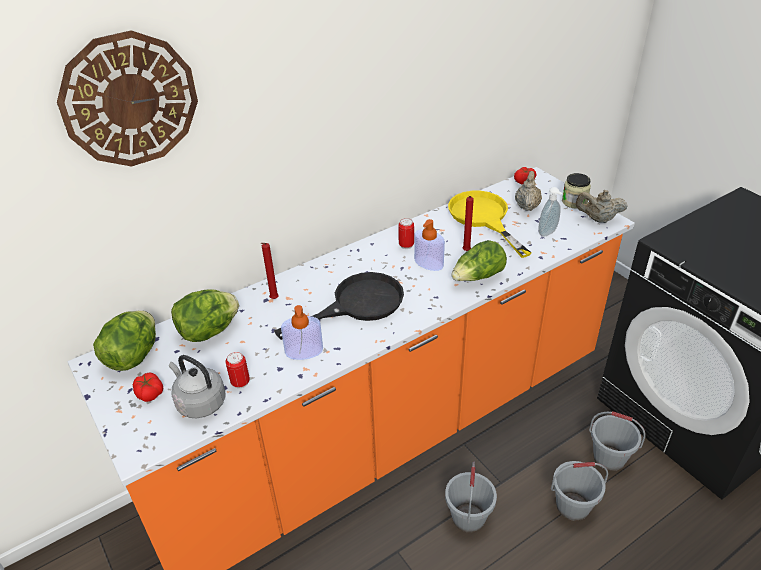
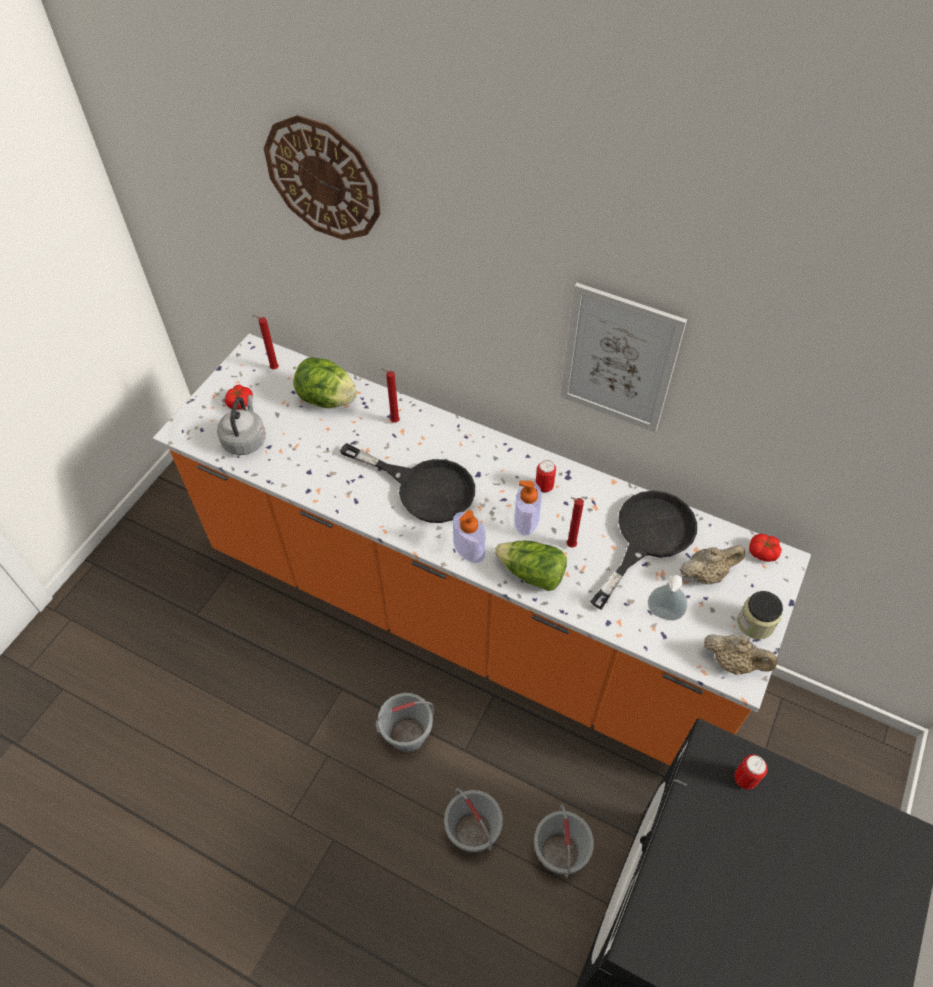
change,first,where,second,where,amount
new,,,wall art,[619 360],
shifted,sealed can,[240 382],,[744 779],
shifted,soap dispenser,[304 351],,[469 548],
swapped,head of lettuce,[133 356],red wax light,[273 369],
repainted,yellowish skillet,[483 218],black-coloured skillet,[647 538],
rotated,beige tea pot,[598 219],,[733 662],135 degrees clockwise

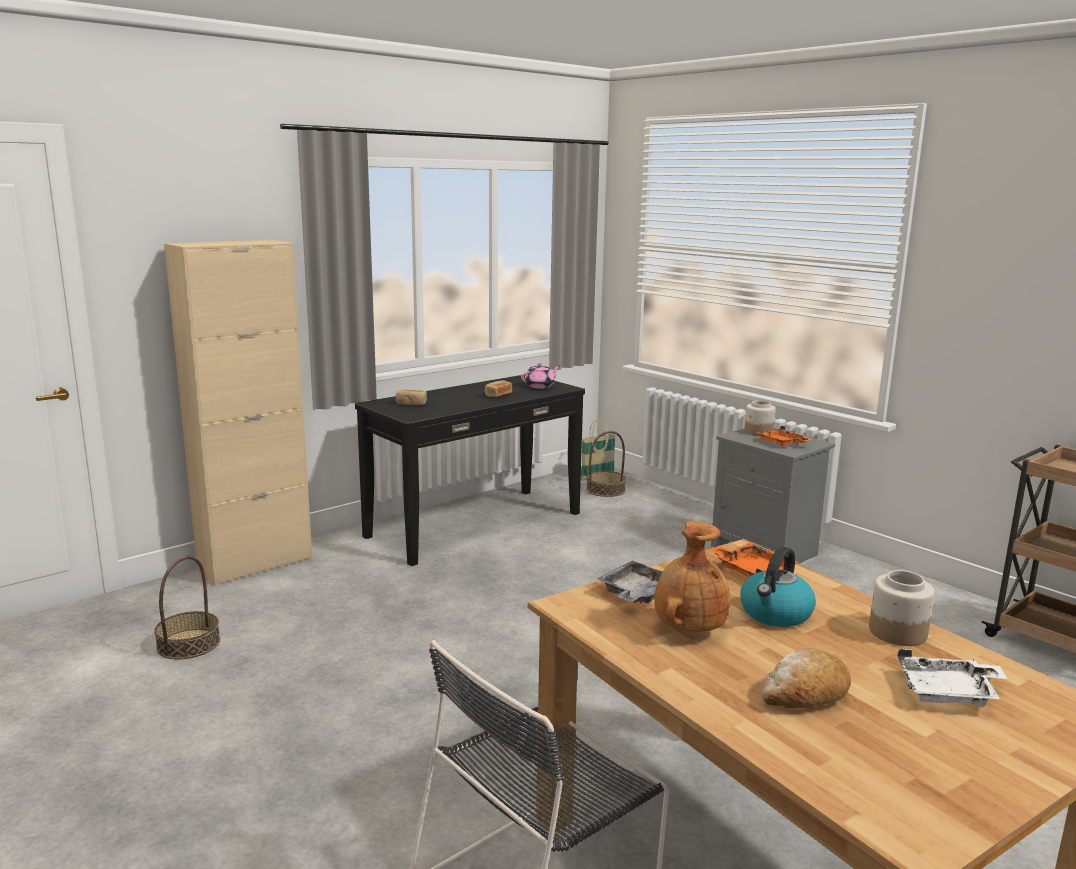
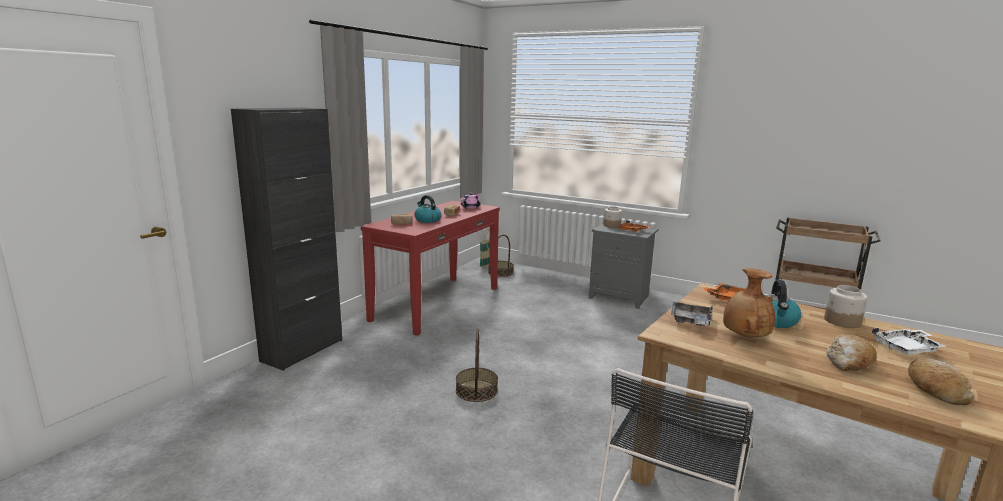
change,first,where,second,where,amount
new,,,water kettle,[427 220],
new,,,baked bread,[935 389],
shifted,household basket,[188 644],,[476 390],
repainted,beige storage cabinet,[255 564],black-coloured storage cabinet,[302 350],
repainted,black-coloured console table,[474 524],red console table,[436 303],

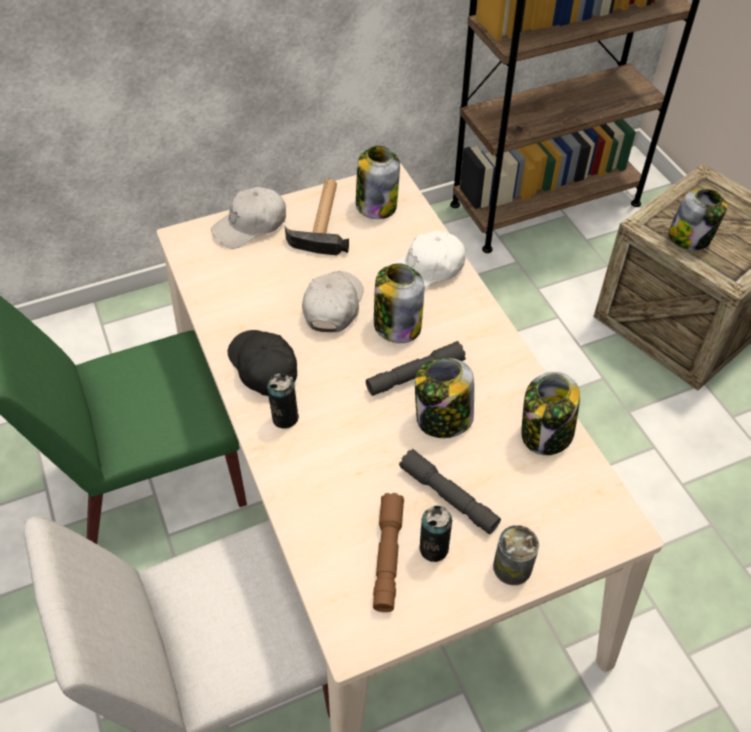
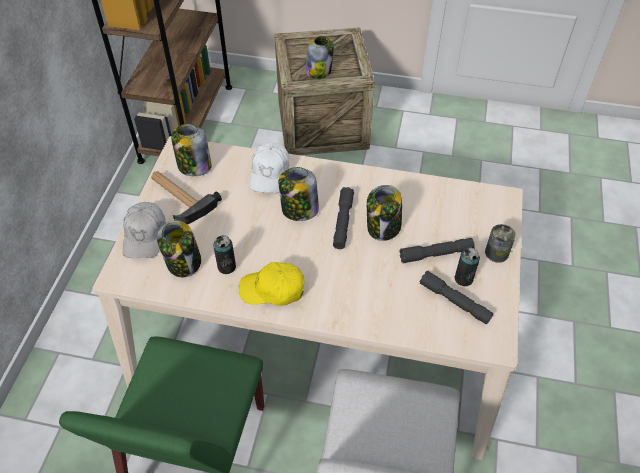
change,first,where,second,where,amount
gone,white-coloured peaked cap,[333 306],,,
shifted,sealed can,[285 418],,[226 267],
shifted,jar,[546 434],,[184 262],
repainted,black-coloured peaked cap,[263 366],yellowish peaked cap,[273 290],
repainted,brown flashlight,[388 556],grey flashlight,[454 301],

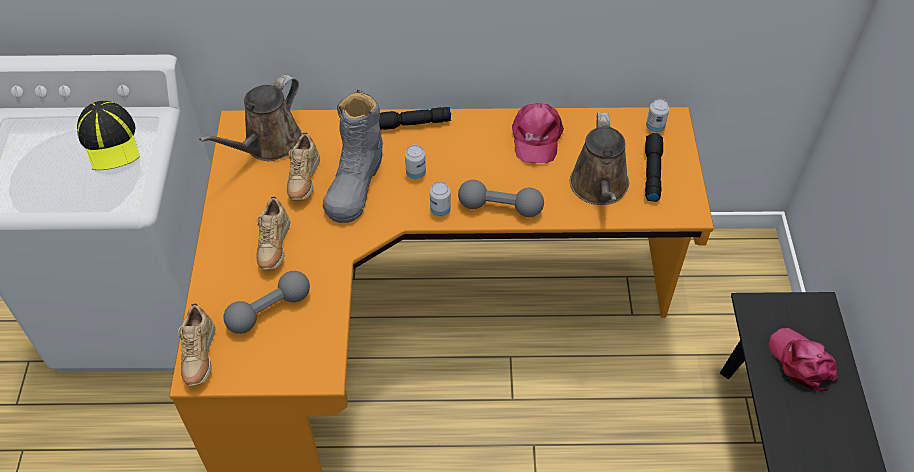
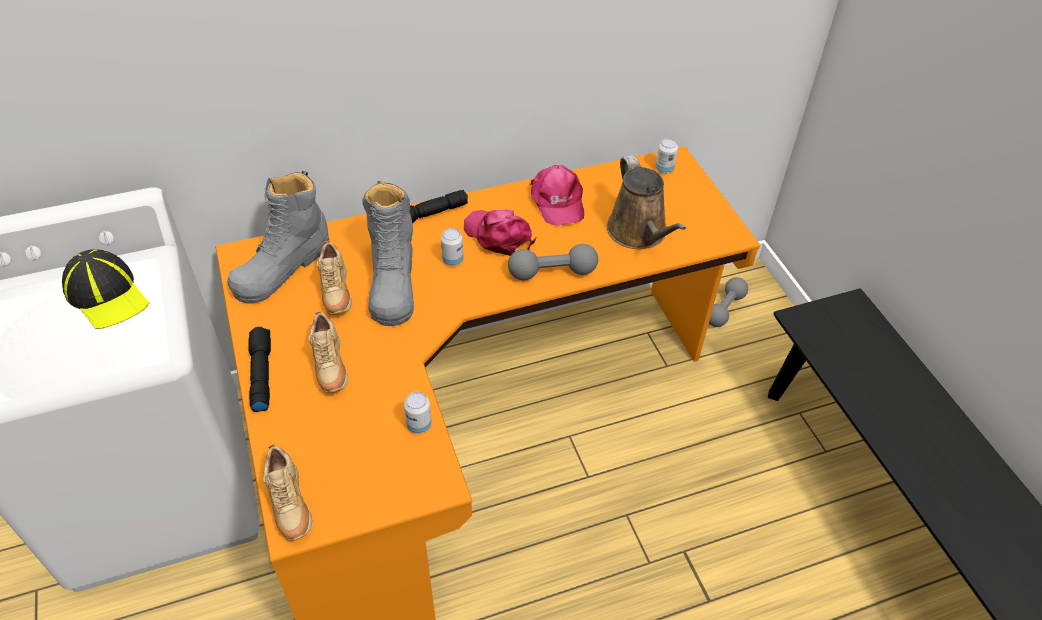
change,first,where,second,where,amount
shifted,grey free weight,[269 310],,[724 309],
shifted,sealed can,[440 210],,[419 425],
shifted,black-coloured flashlight,[651 171],,[260 374],
shifted,pink peaked cap,[802 362],,[499 236],
swapped,brown sprinkling can,[269 144],grey tall boot,[283 267],

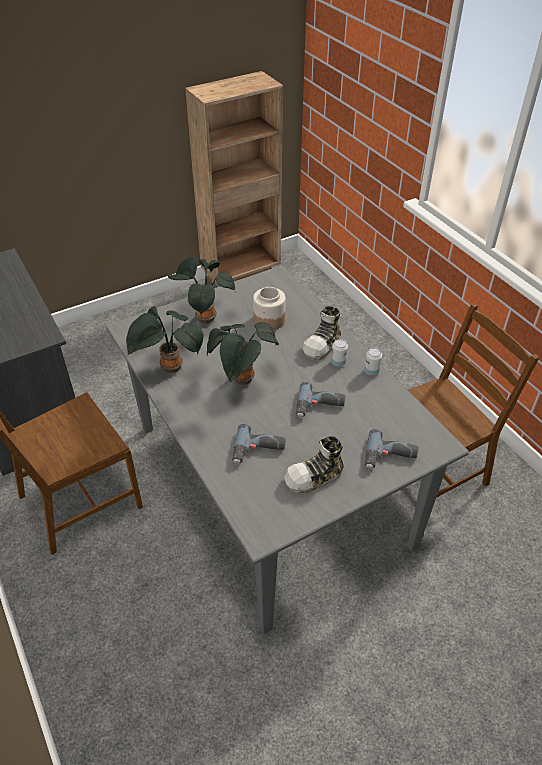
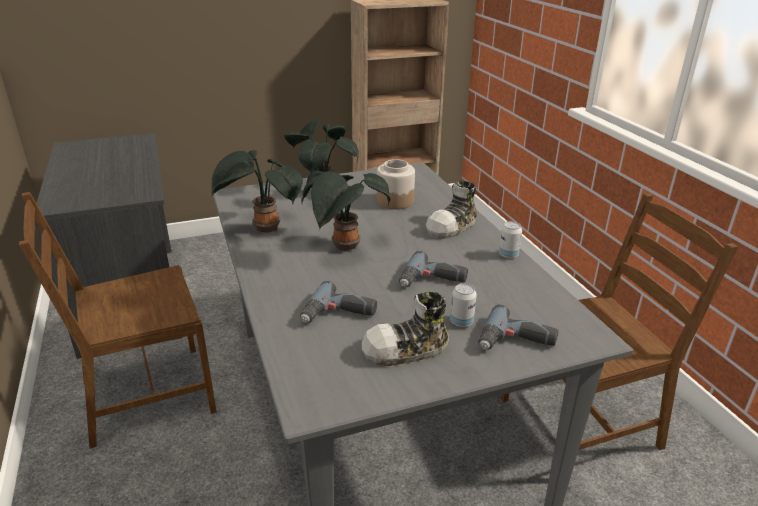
change,first,where,second,where,amount
shifted,sealed can,[338 362],,[461 322],

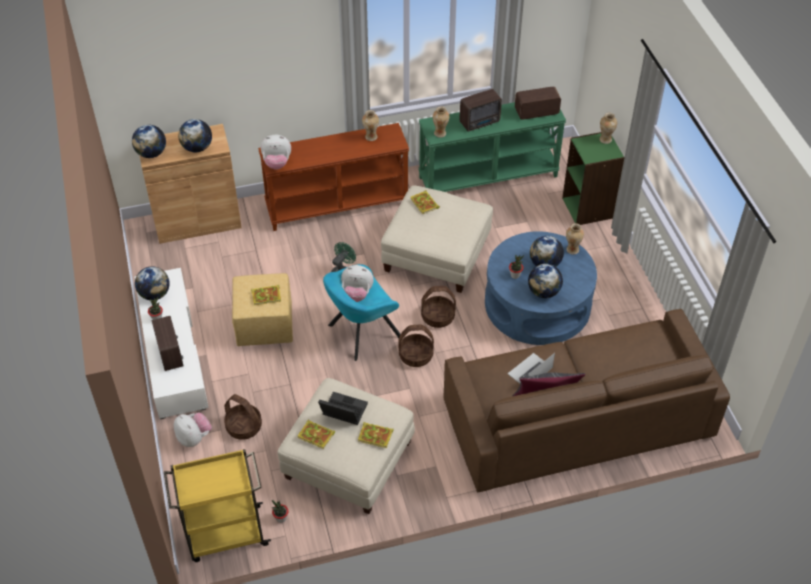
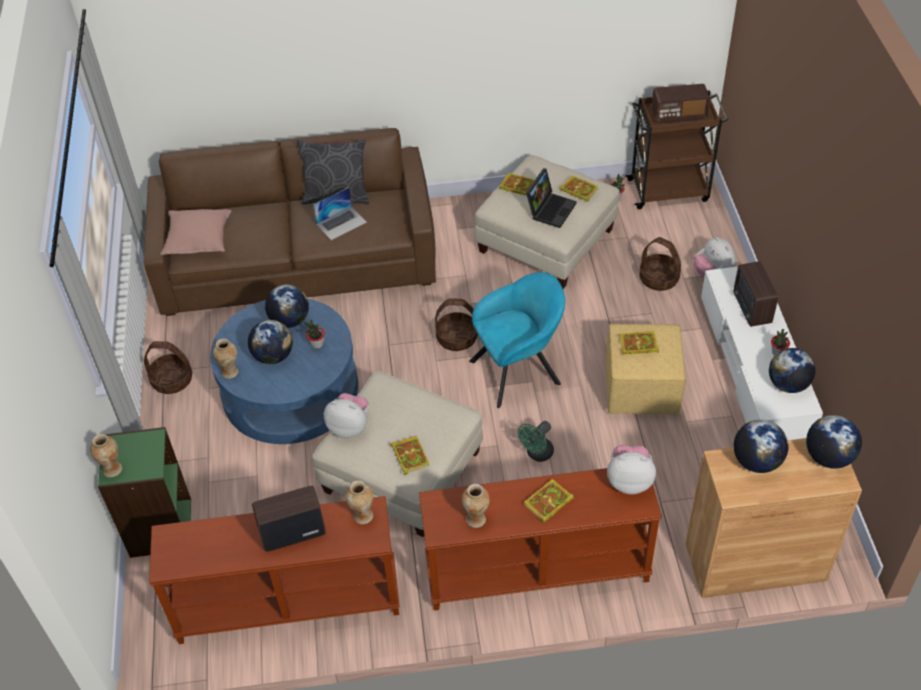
change,first,where,second,where,amount
new,,,pink pillow,[198 240],
new,,,book,[548 503],
shifted,soft toy,[357 294],,[349 427],
shifted,household basket,[438 316],,[172 380],
shifted,radio receiver,[536 112],,[679 115],
repainted,yellowish trolley,[225 534],brown trolley,[669 190],
repainted,green console table,[488 176],brown console table,[287 604],
rotated,notebook computer,[342 412],,[550 209],90 degrees counterclockwise

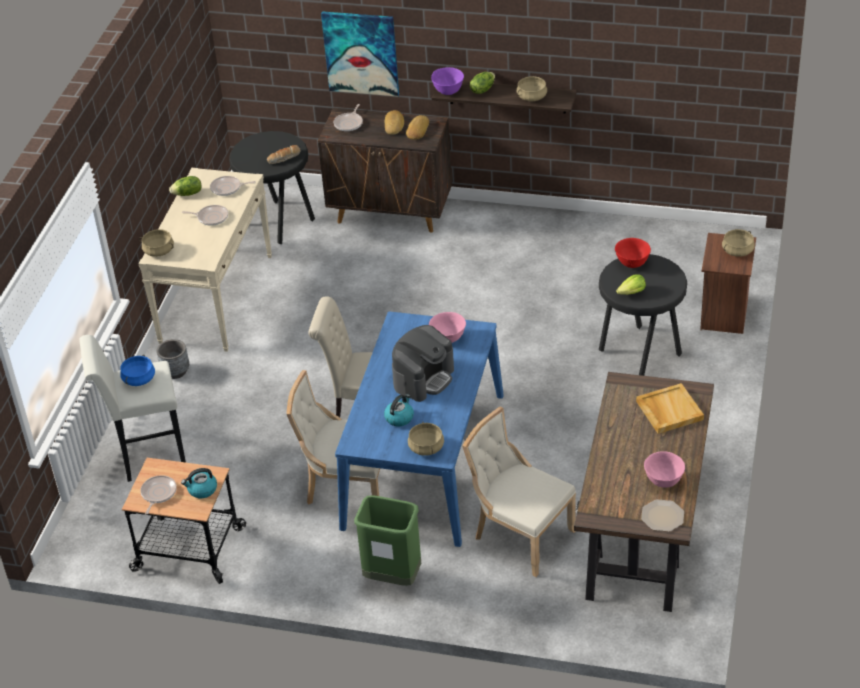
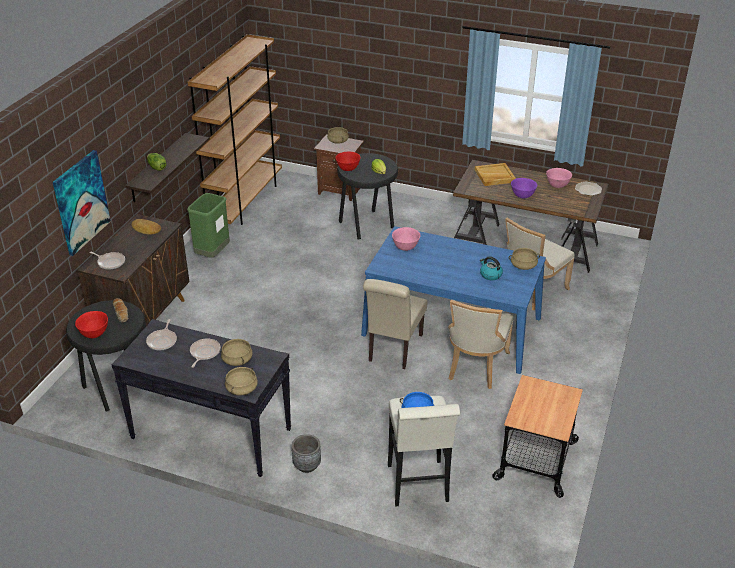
change,first,where,second,where,amount
gone,skillet,[158 494],,,
gone,head of lettuce,[188 194],,,
gone,water kettle,[202 490],,,
gone,baked bread,[394 125],,,
gone,coffee maker,[423 378],,,
new,,,red deep dish,[94 334],
new,,,brown bookshelf,[245 201],
shifted,green rubbish bin,[393 577],,[212 254],
shifted,purple deep dish,[448 91],,[522 196],
shifted,beige cooking pot,[531 97],,[237 360],
repainted,beige console table,[216 298],black-coloured console table,[210 433],

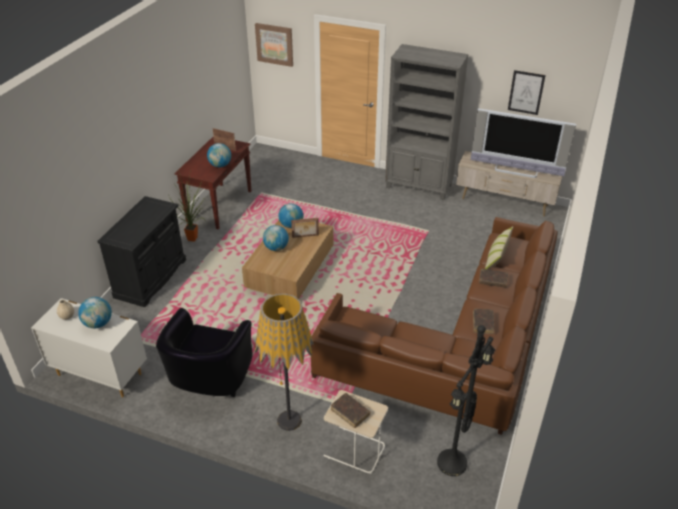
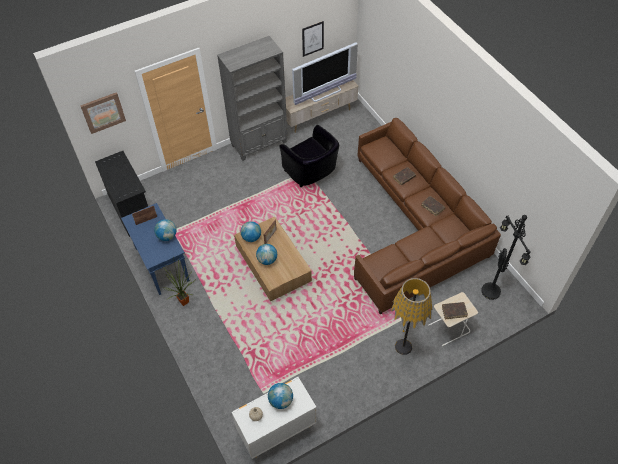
change,first,where,second,where,amount
gone,pillow,[496 257],,,
shifted,black-coloured storage cabinet,[151 278],,[131 210],
shifted,black-coloured easy chair,[209 380],,[311 173],
repainted,brown console table,[219 206],blue-coloured console table,[161 264],

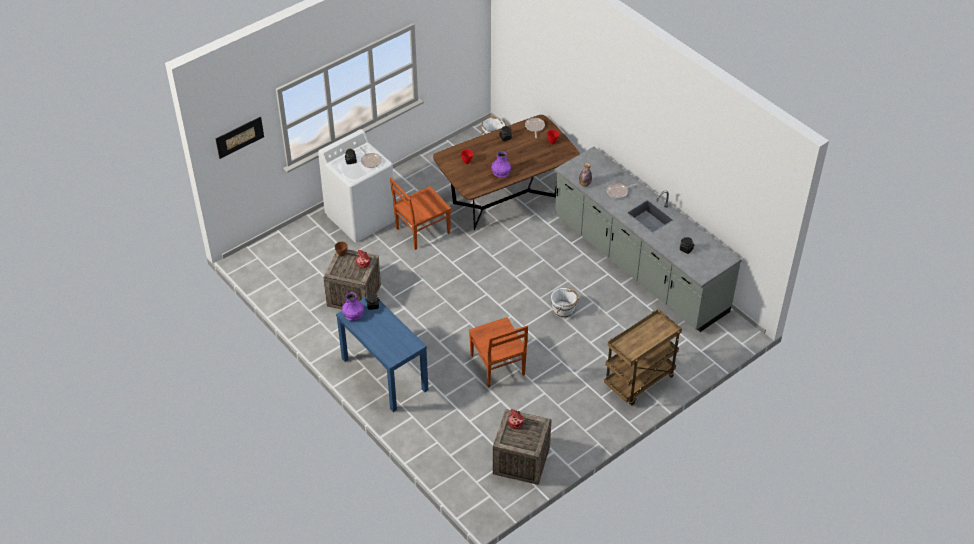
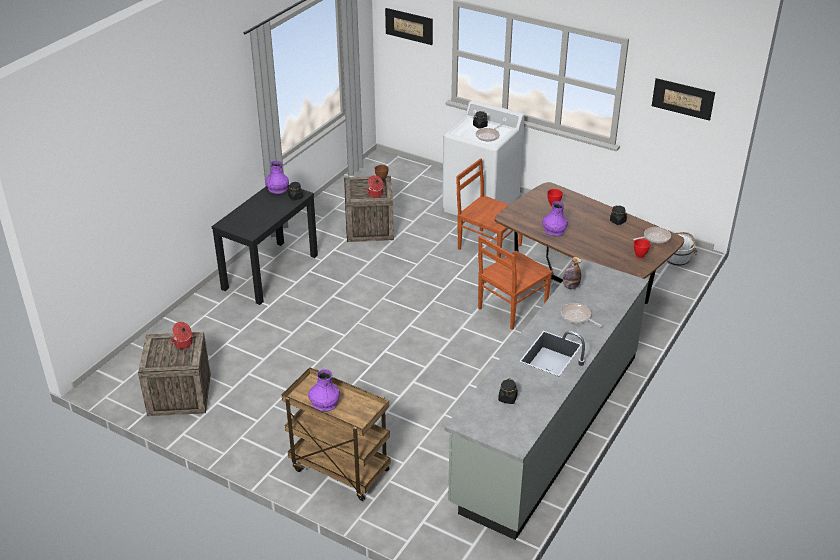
change,first,where,second,where,amount
gone,white-coloured bucket,[563 310],,,
new,,,purple decorative vase,[324 403],
new,,,wall art,[683 99],
shifted,brown upright chair,[498 366],,[511 308],
repainted,blue-coloured console table,[384 374],black-coloured console table,[270 271],

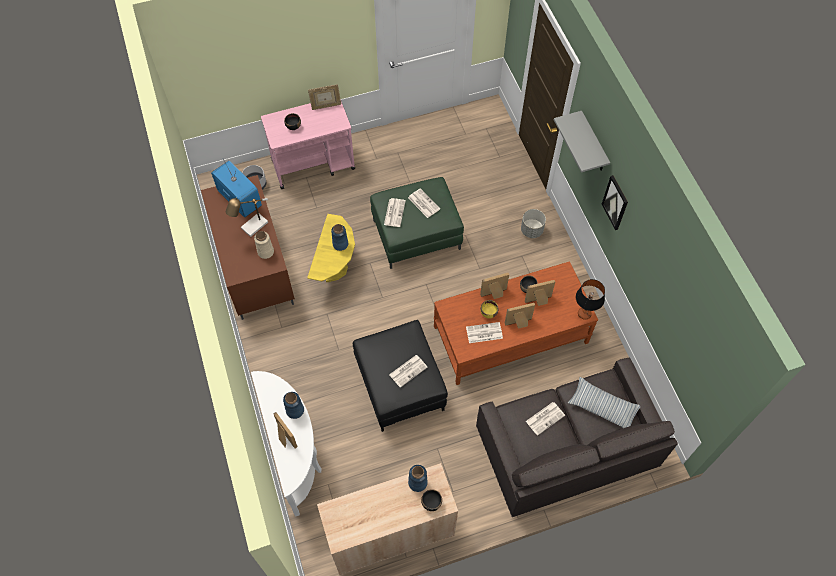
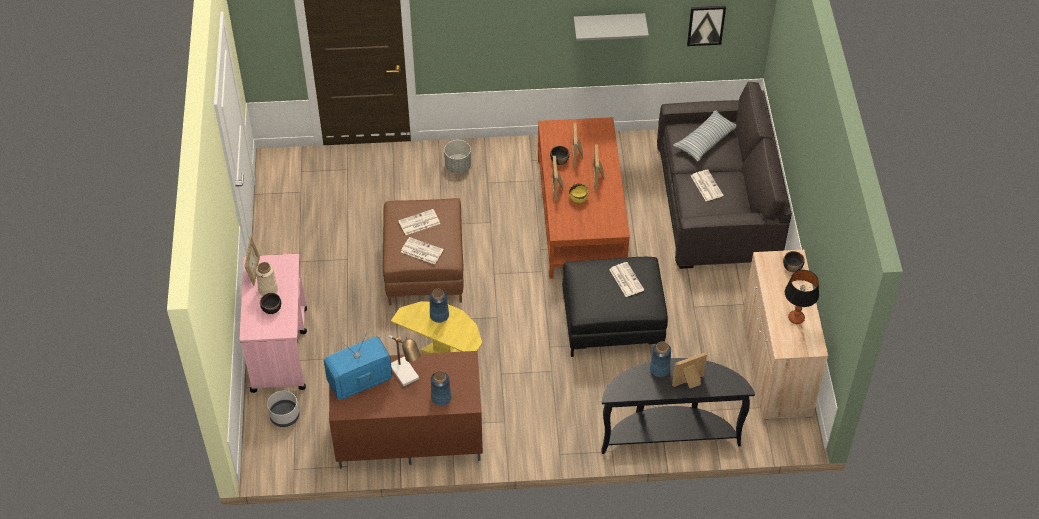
change,first,where,second,where,amount
gone,printed paper,[483 333],,,
shifted,beige decorative vase,[266 252],,[268 289],
shifted,blue-coloured decorative vase,[417 482],,[441 398],
shifted,grey bracket shelf,[593 144],,[608 24],
shifted,table lamp,[584 314],,[796 318],
shifted,wall art,[615 202],,[706 24],
repainted,white-coloured console table,[295 454],black-coloured console table,[669 434],
repainted,green ottoman,[416 234],brown ottoman,[424 268],

